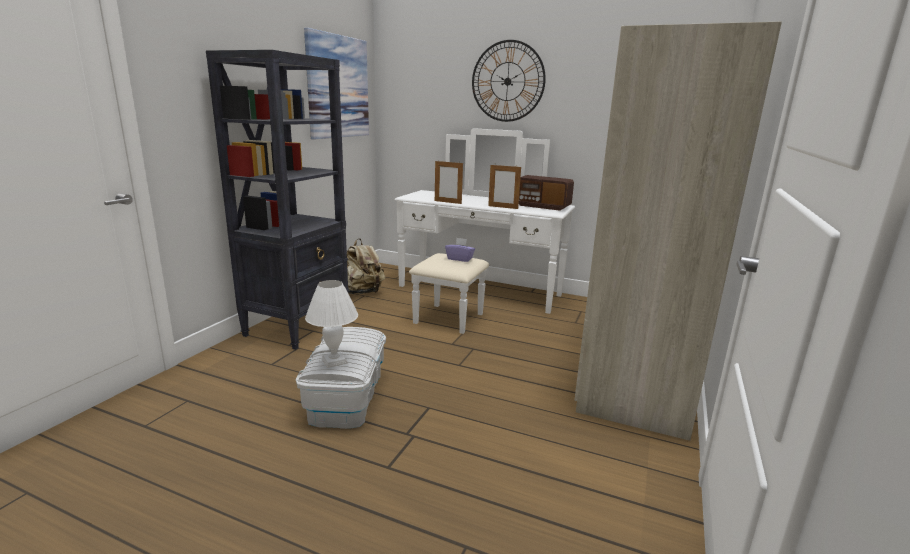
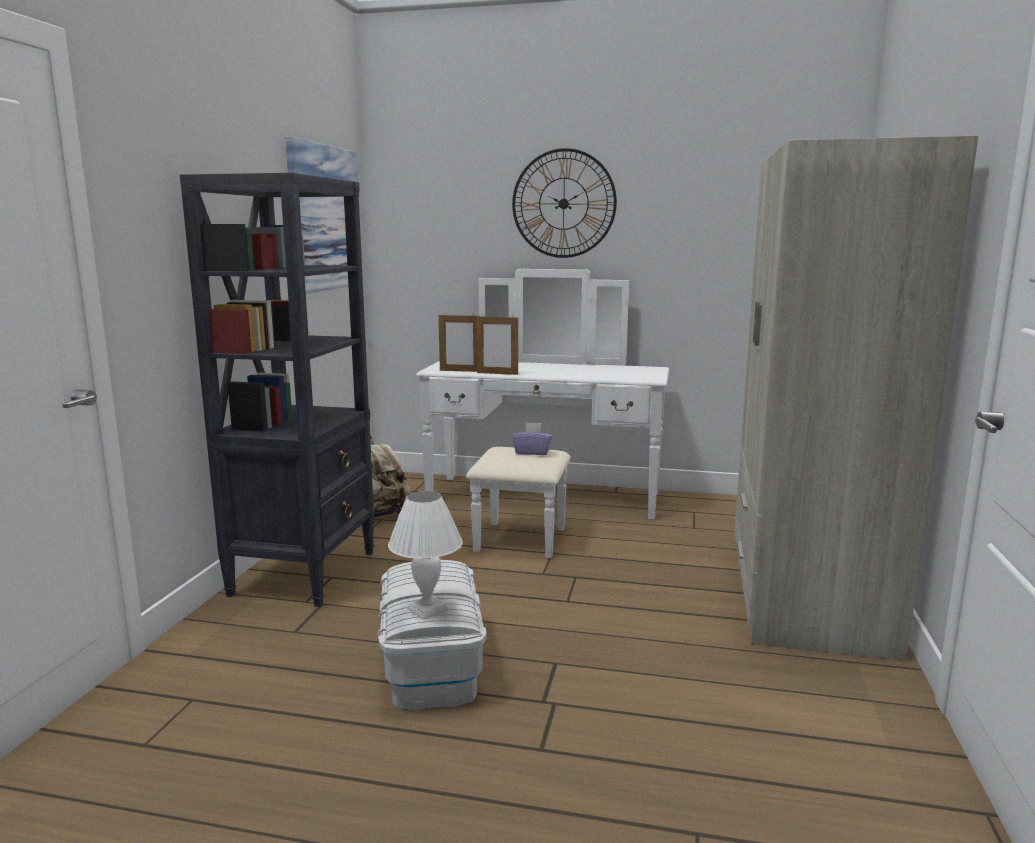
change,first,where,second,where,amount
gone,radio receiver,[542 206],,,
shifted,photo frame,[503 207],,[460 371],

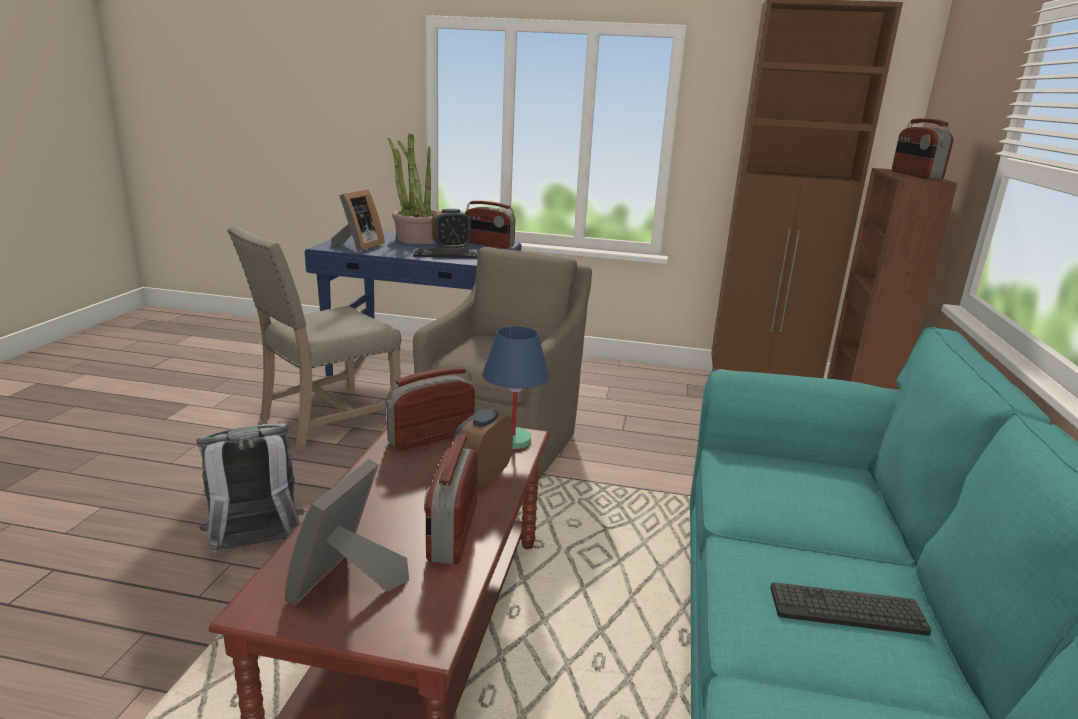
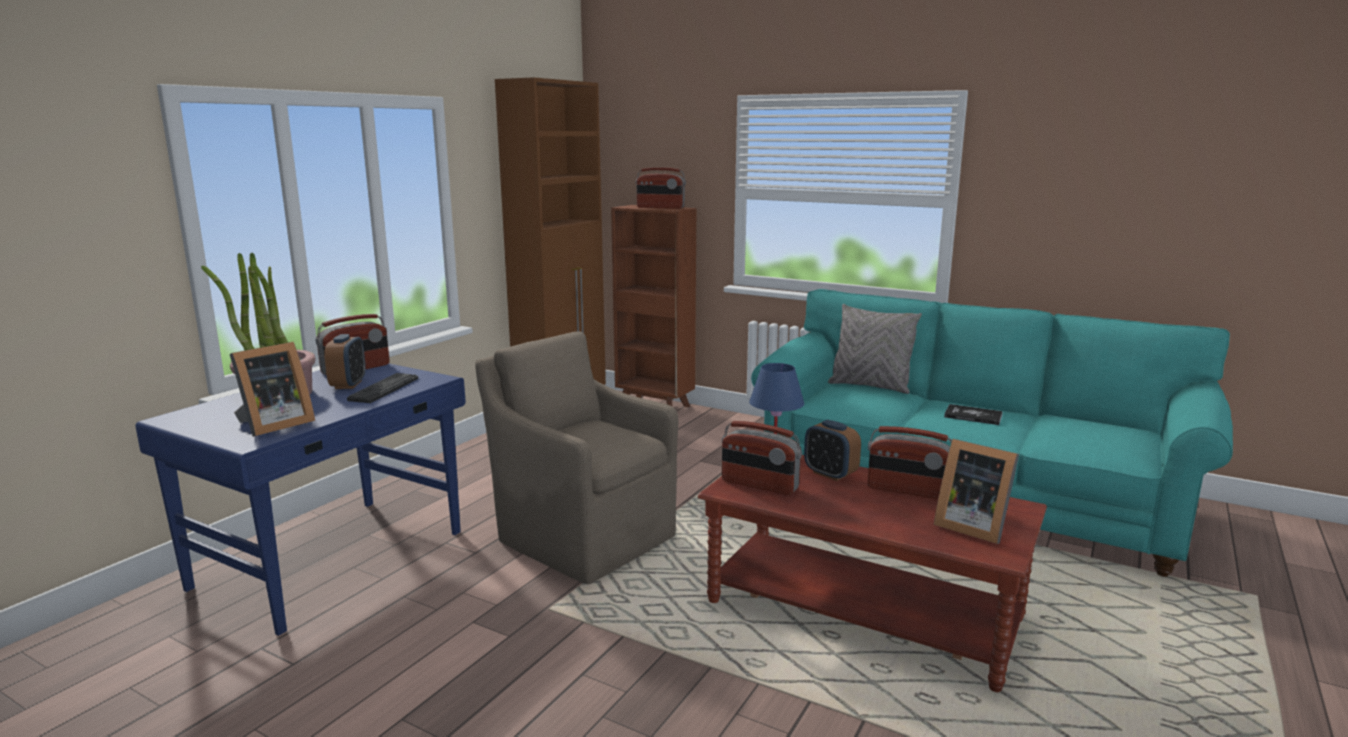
change,first,where,second,where,amount
gone,grey backpack,[255 546],,,
gone,beige upright chair,[325 420],,,
new,,,grey pillow,[870 386],
swapped,keyboard,[847 610],book,[973 416],
rotated,photo frame,[358 246],,[273 425],90 degrees clockwise
rotated,radio receiver,[431 437],,[759 485],45 degrees counterclockwise

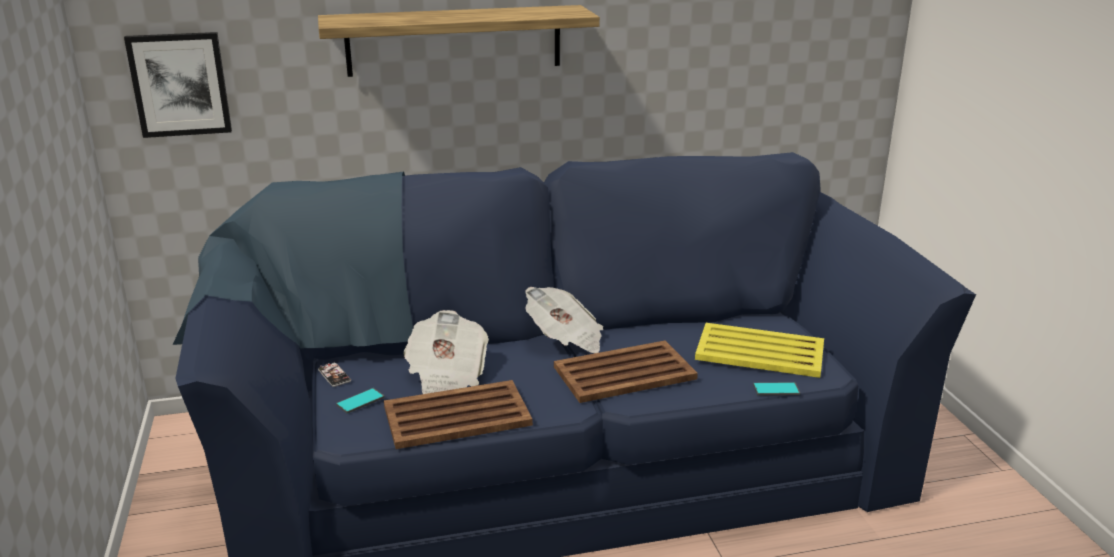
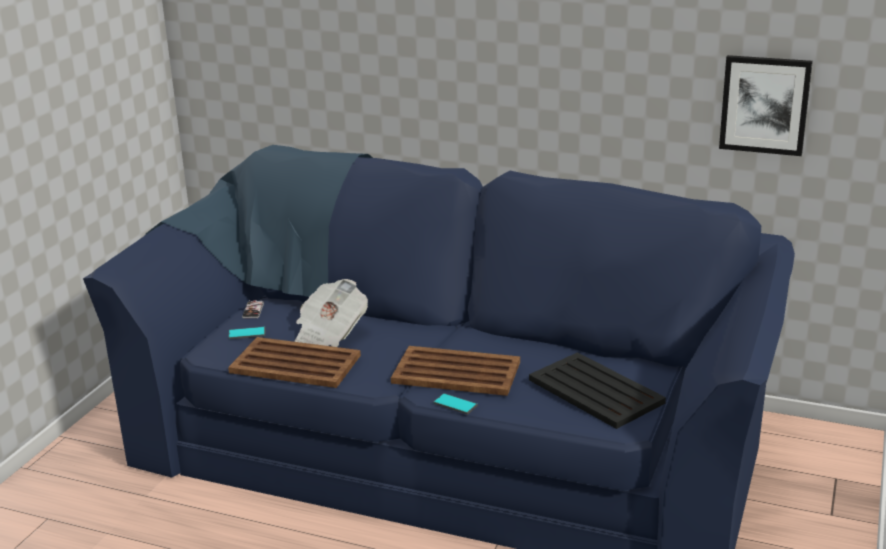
change,first,where,second,where,amount
gone,bracket shelf,[454 40],,,
gone,printed paper,[565 339],,,
shifted,wall art,[180 84],,[765 104],
shifted,handset,[776 389],,[455 404],
repainted,yellowish serving tray,[758 351],black-coloured serving tray,[595 390],

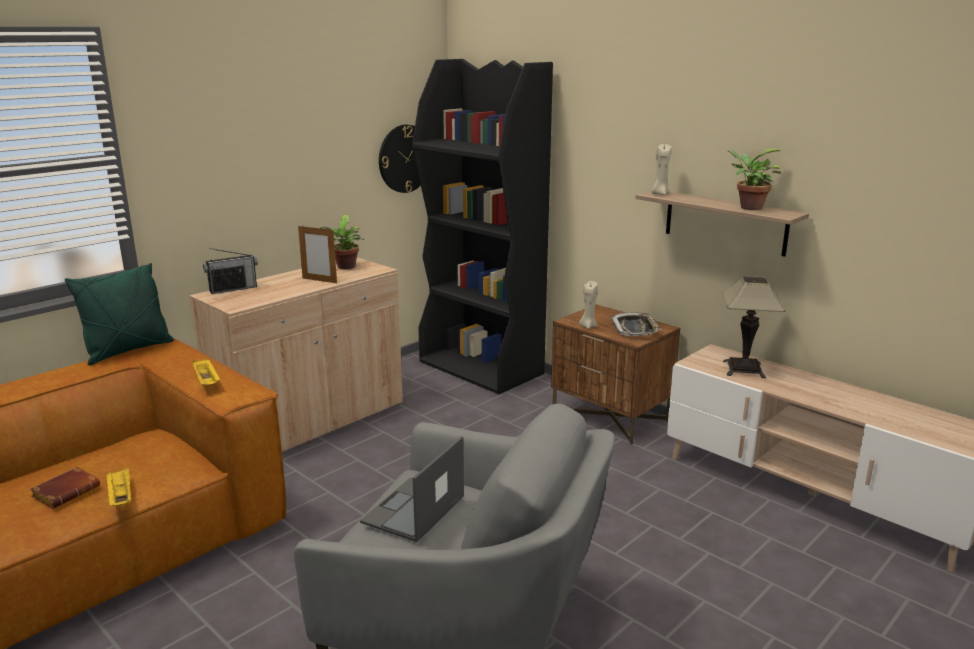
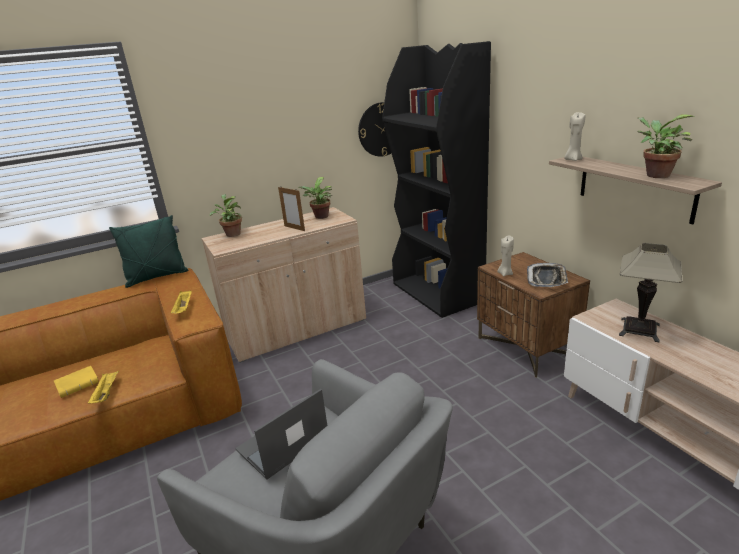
change,first,where,second,where,amount
swapped,radio receiver,[233 289],plant in a pot,[232 234],
repainted,brown book,[67 491],yellowish book,[79 384],

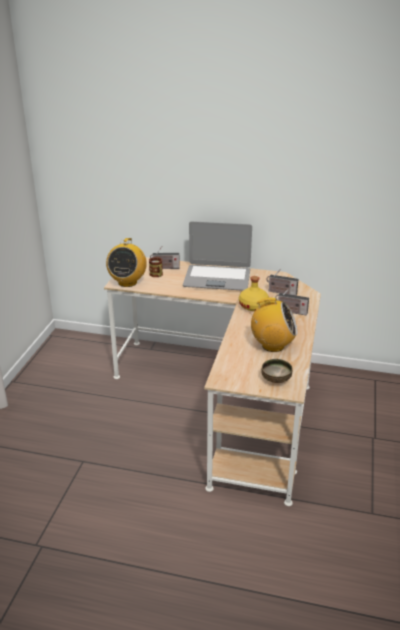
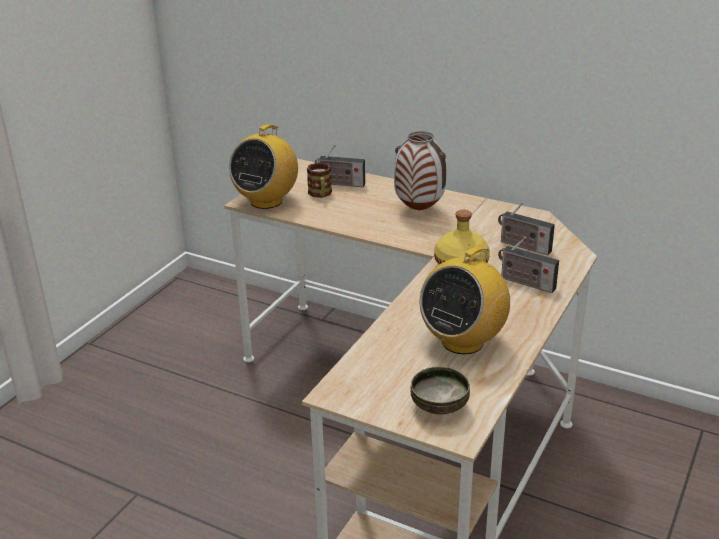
change,first,where,second,where,amount
swapped,notebook computer,[217 278],decorative vase,[420 210],
rotated,radio receiver,[272 345],,[462 341],105 degrees clockwise

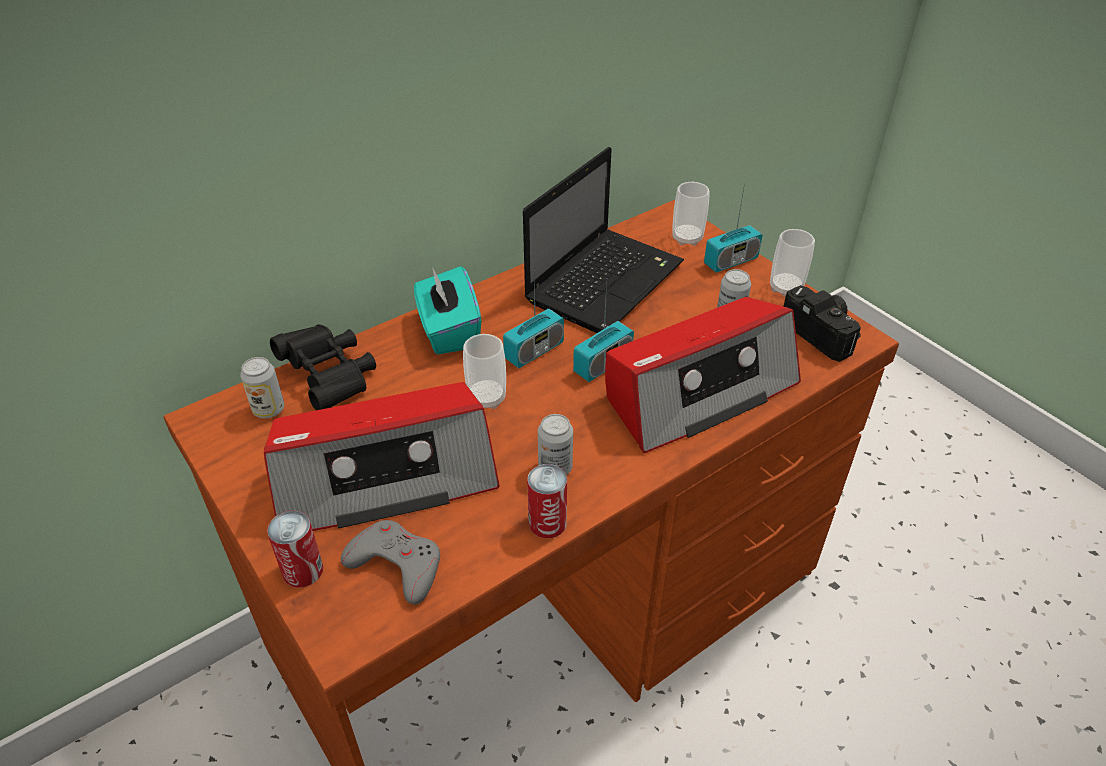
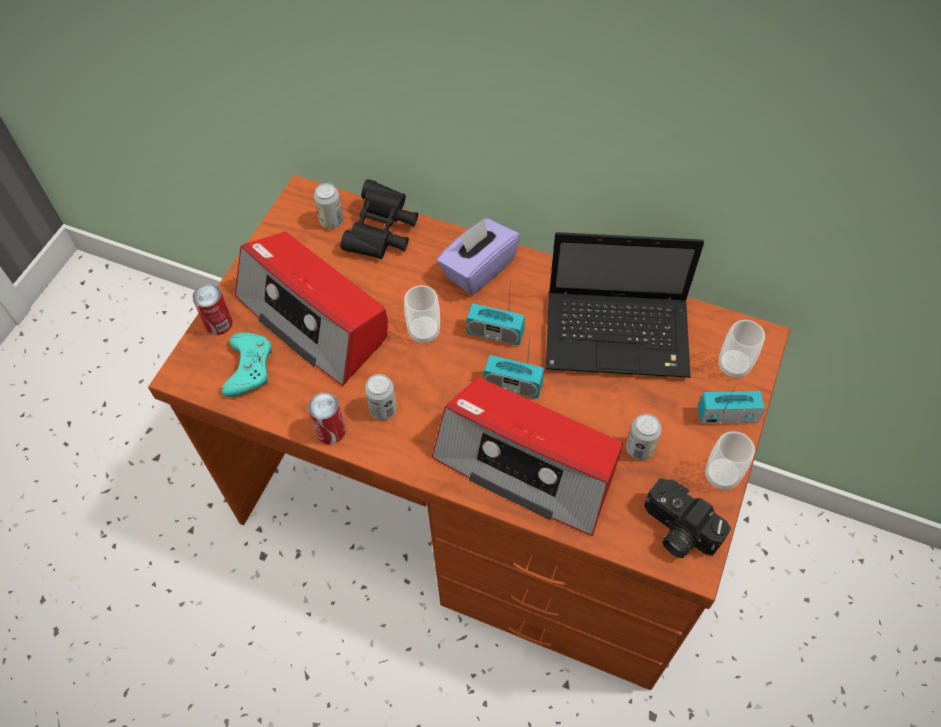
change,first,where,second,where,amount
repainted,grey gamepad,[396 565],turquoise gamepad,[249 367],
repainted,turquoise tissue box,[449 331],purple tissue box,[478 269],
rotated,radio receiver,[731 261],,[727 415],150 degrees clockwise
rotated,still camera,[823 333],,[677 530],105 degrees clockwise

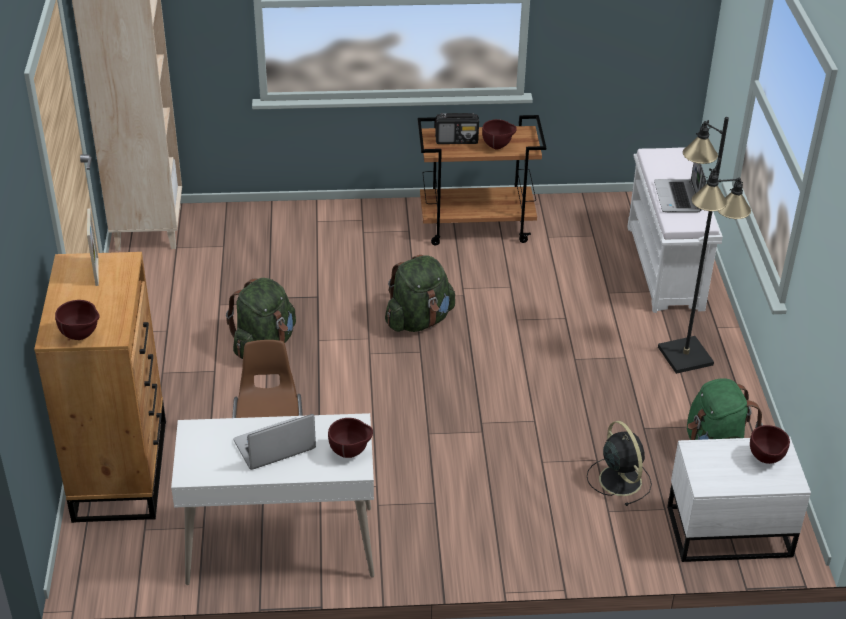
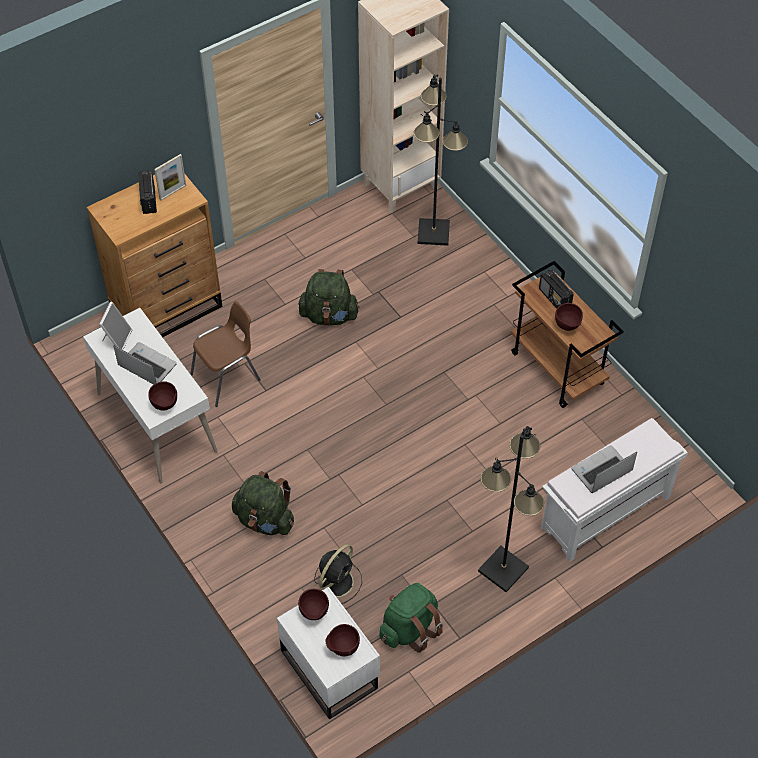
change,first,where,second,where,amount
new,,,photo frame,[117 339],
new,,,radio receiver,[148 200],
new,,,black-coloured standard lamp,[434 232],
shifted,brown deep dish,[81 336],,[314 614],
shifted,green backpack,[419 320],,[265 520],

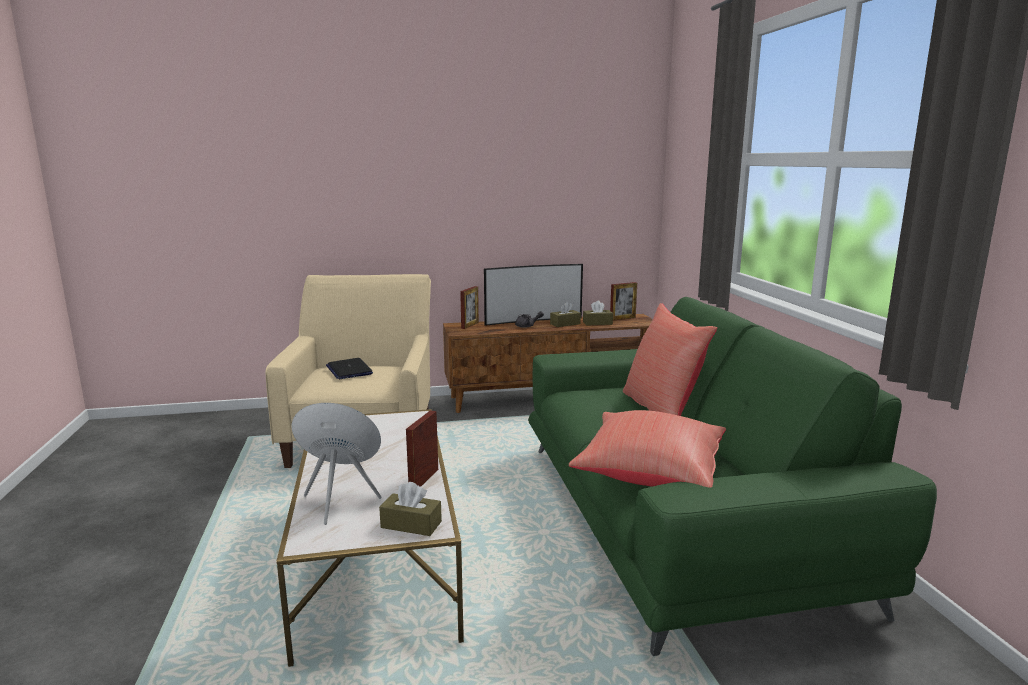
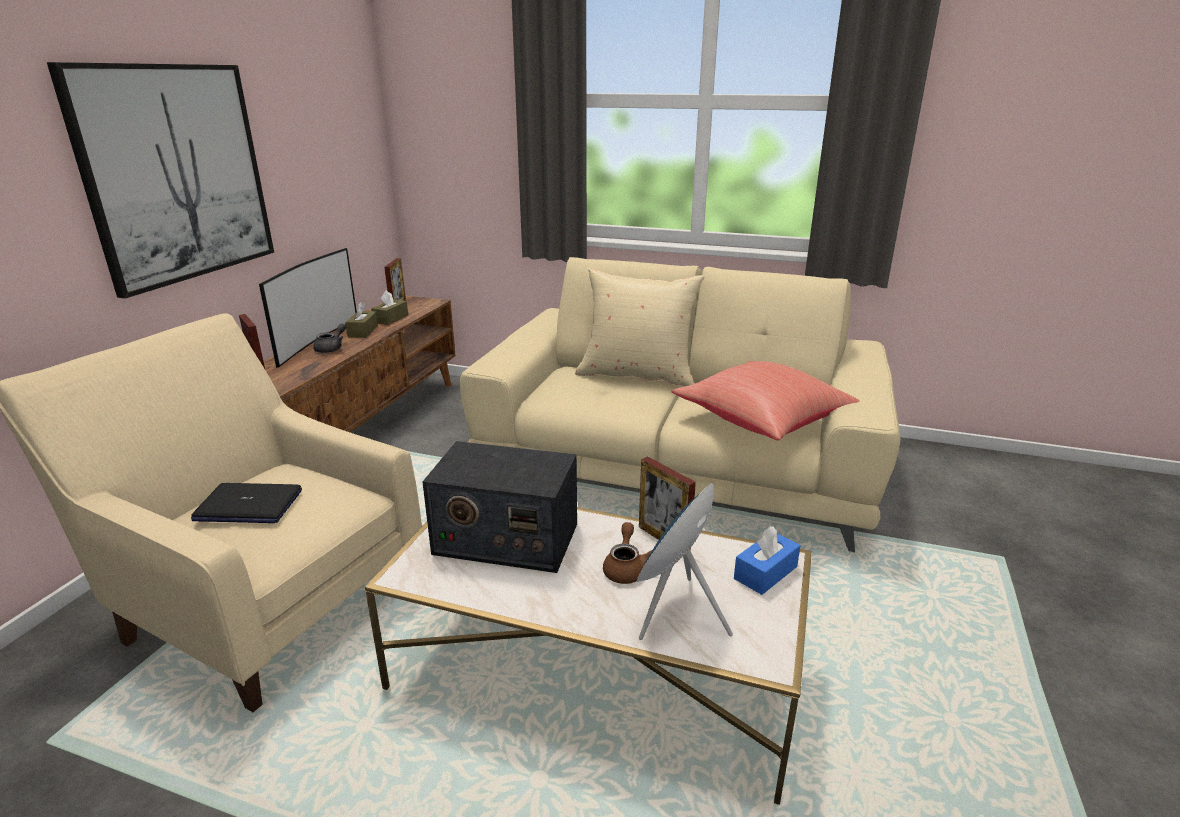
change,first,where,second,where,amount
new,,,wall art,[177 174],
new,,,radio receiver,[505 539],
new,,,brown tea pot,[626 568],
repainted,brown tissue box,[411 524],blue-coloured tissue box,[765 573],
repainted,green settee,[676 518],beige settee,[678 466],
repainted,red pillow,[662 411],beige pillow,[637 375],

